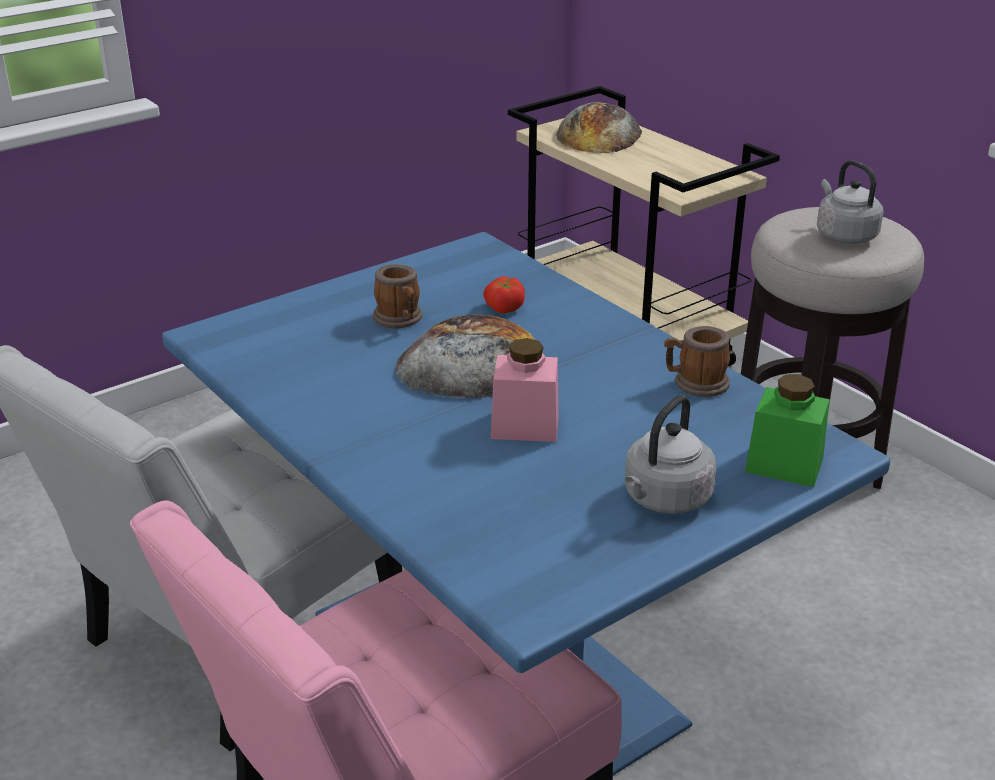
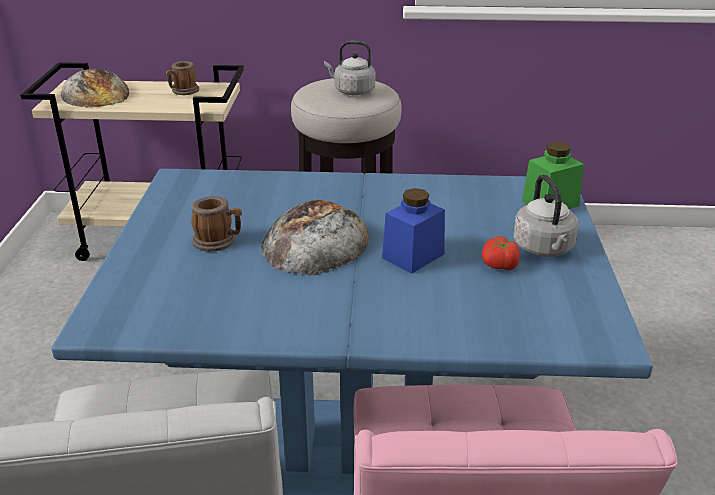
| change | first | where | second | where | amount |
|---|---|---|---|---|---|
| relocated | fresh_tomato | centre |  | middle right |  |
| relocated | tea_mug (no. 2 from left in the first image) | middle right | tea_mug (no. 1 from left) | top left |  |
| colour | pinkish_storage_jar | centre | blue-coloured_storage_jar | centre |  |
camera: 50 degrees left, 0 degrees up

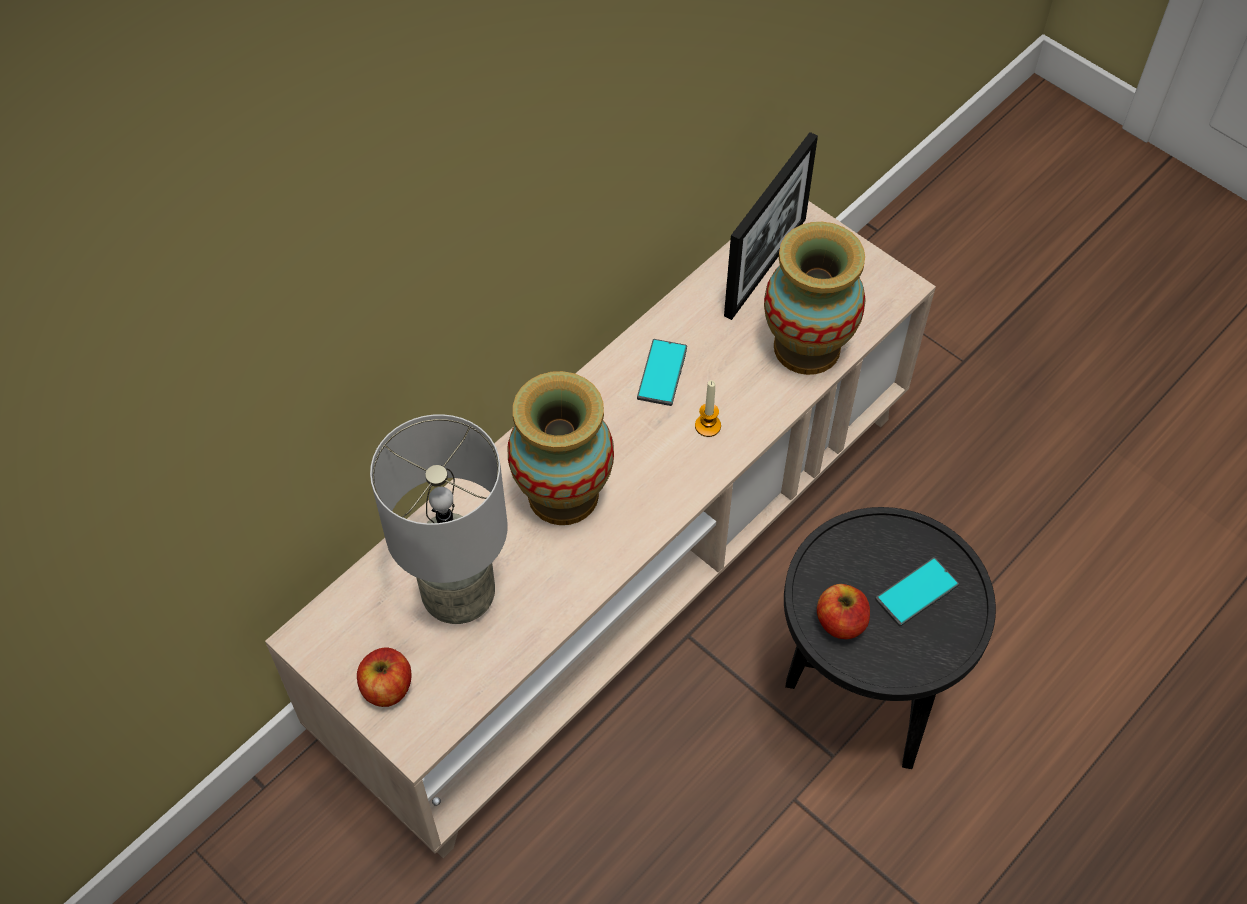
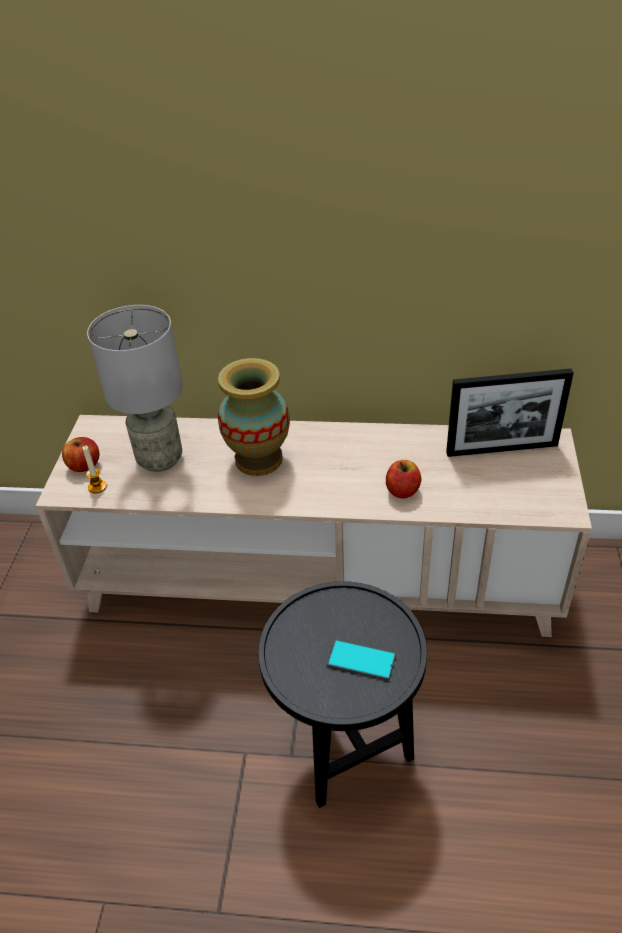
| change | first | where | second | where | amount |
|---|---|---|---|---|---|
| missing | telephone (no. 1 from left) | centre |  |  |  |
| missing | decorative_vase (no. 2 from left) | top centre |  |  |  |
| relocated | wax_light | centre |  | middle left |  |
| relocated | apple (no. 2 from left) | bottom right |  | centre |  |
camera: 55 degrees right, 15 degrees down

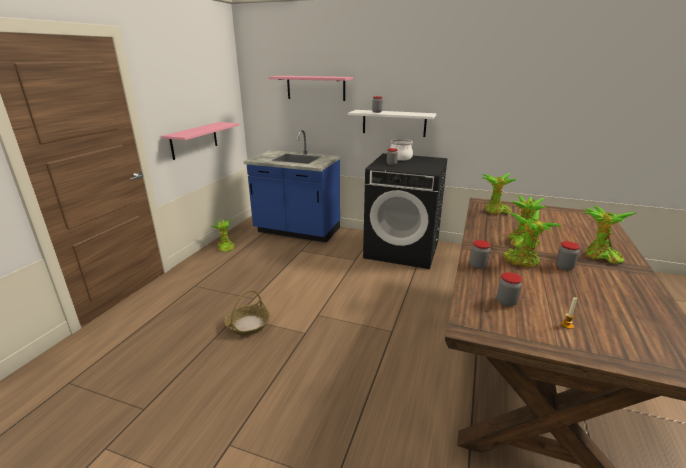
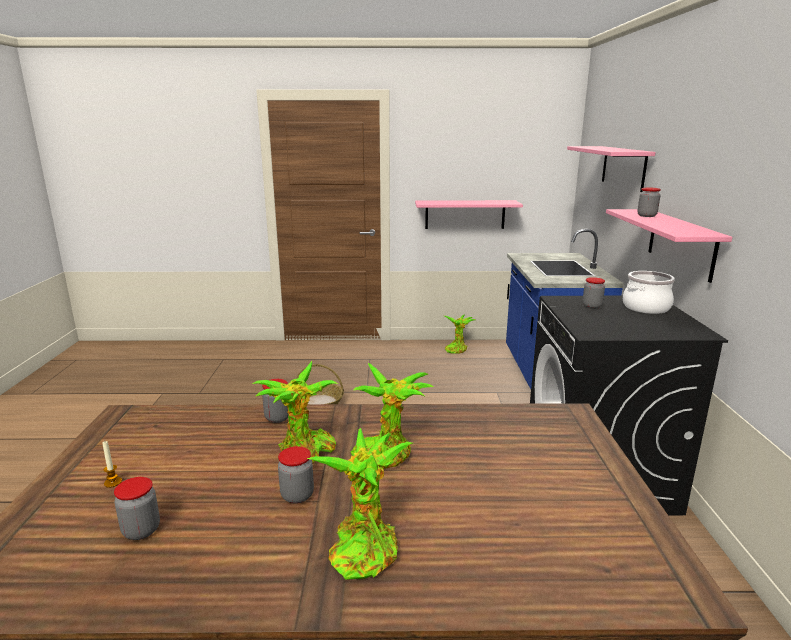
| change | first | where | second | where | amount |
|---|---|---|---|---|---|
| missing | potted_plant (no. 2 from left) | middle right |  |  |  |
| relocated | storage_jar (no. 4 from left in the first image) | middle right | storage_jar (no. 1 from left) | bottom left |  |
| colour | white-coloured_bracket_shelf | top centre | pinkish_bracket_shelf (no. 3 from left) | middle right |  |
camera: 70 degrees right, 5 degrees down

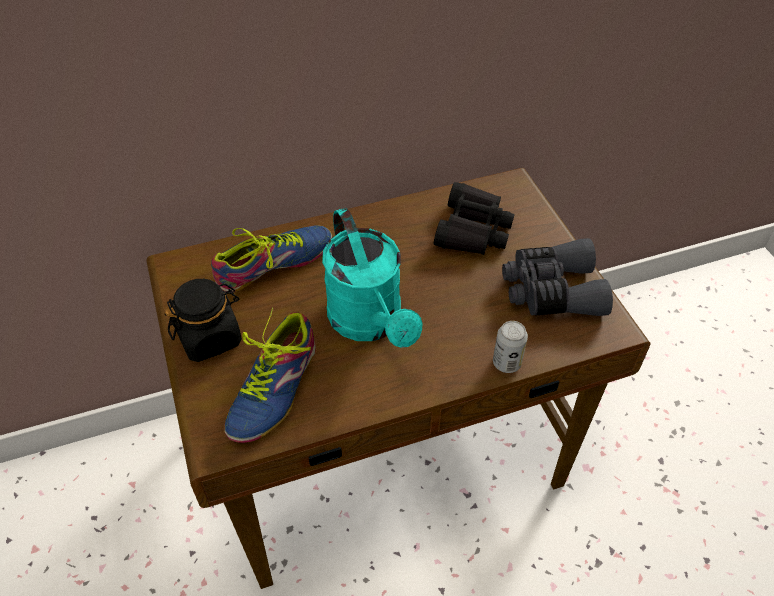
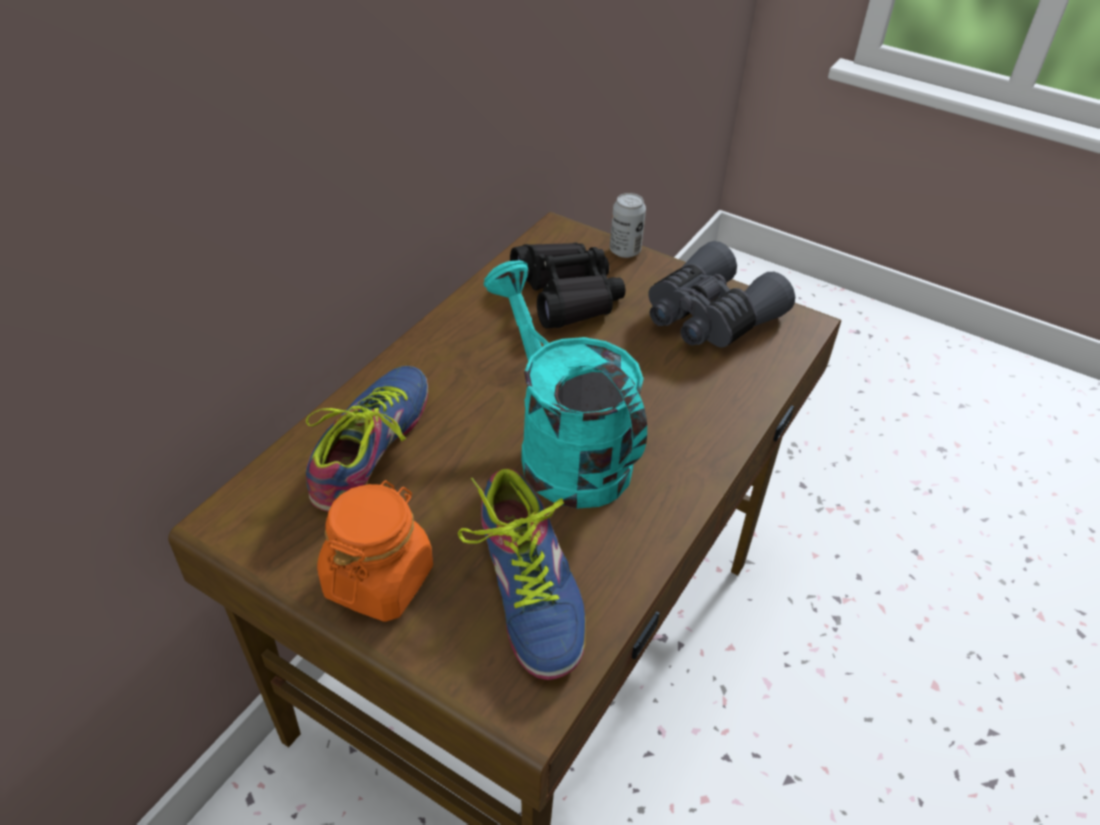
| change | first | where | second | where | amount |
|---|---|---|---|---|---|
| relocated | can | centre |  | top centre |  |
| colour | black_storage_jar | middle left | orange_storage_jar | bottom centre |  |
| spun | turquoise_watering_pot | centre |  | centre | 150 degrees counterclockwise |
camera: 40 degrees left, 5 degrees down

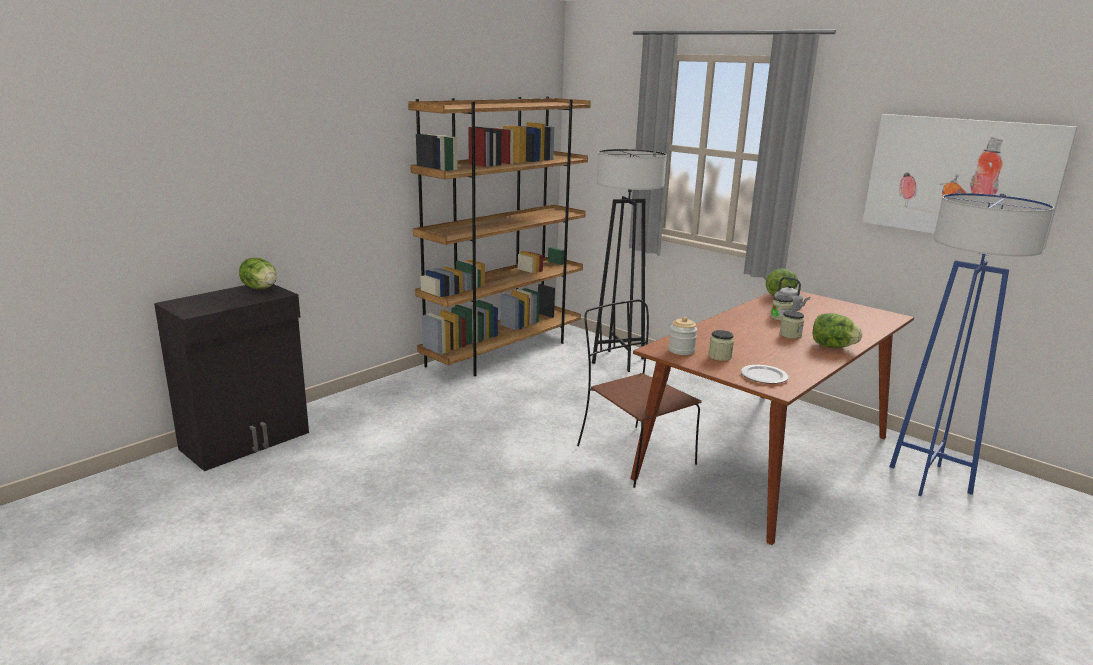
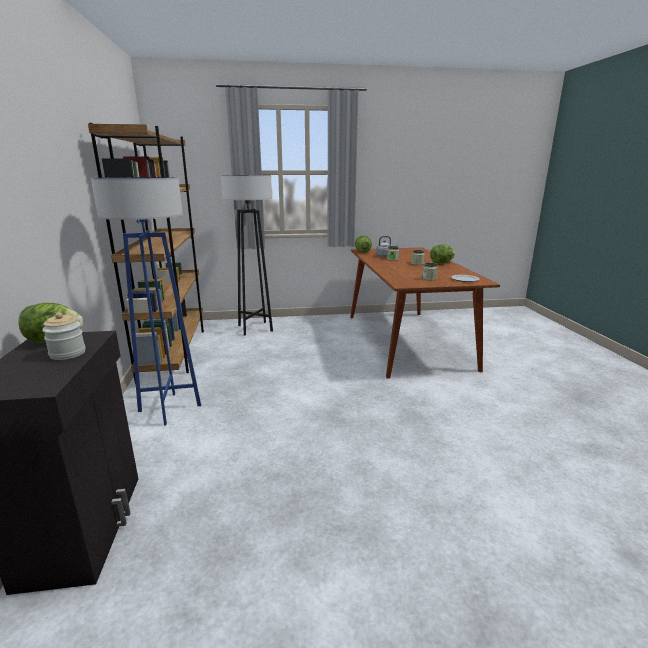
| change | first | where | second | where | amount |
|---|---|---|---|---|---|
| missing | brownish_upright_chair | centre |  |  |  |
| missing | picture | top right |  |  |  |
| relocated | storage_jar (no. 1 from left) | centre |  | middle left |  |
| relocated | blue-coloured_standing_lamp | middle right |  | middle left |  |
camera: 50 degrees left, 0 degrees up

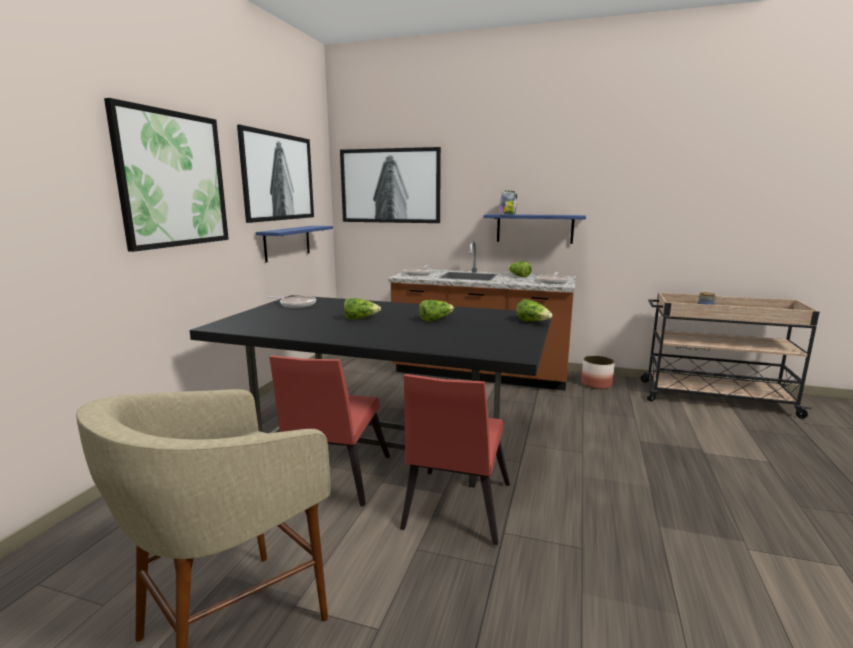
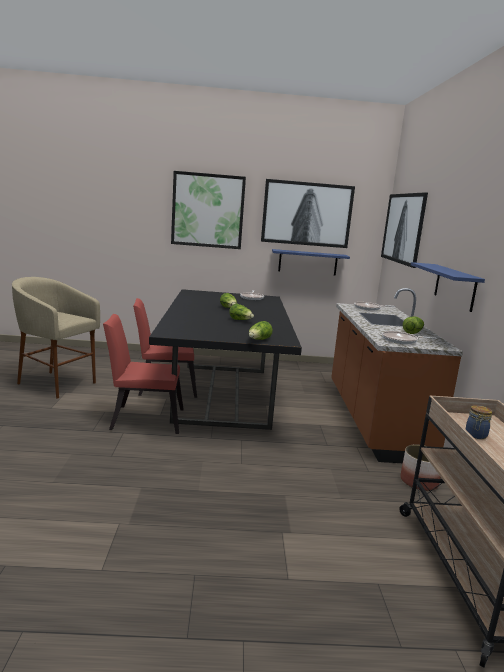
| change | first | where | second | where | amount |
|---|---|---|---|---|---|
| missing | storage_jar (no. 1 from left) | top centre |  |  |  |
camera: 70 degrees right, 0 degrees up

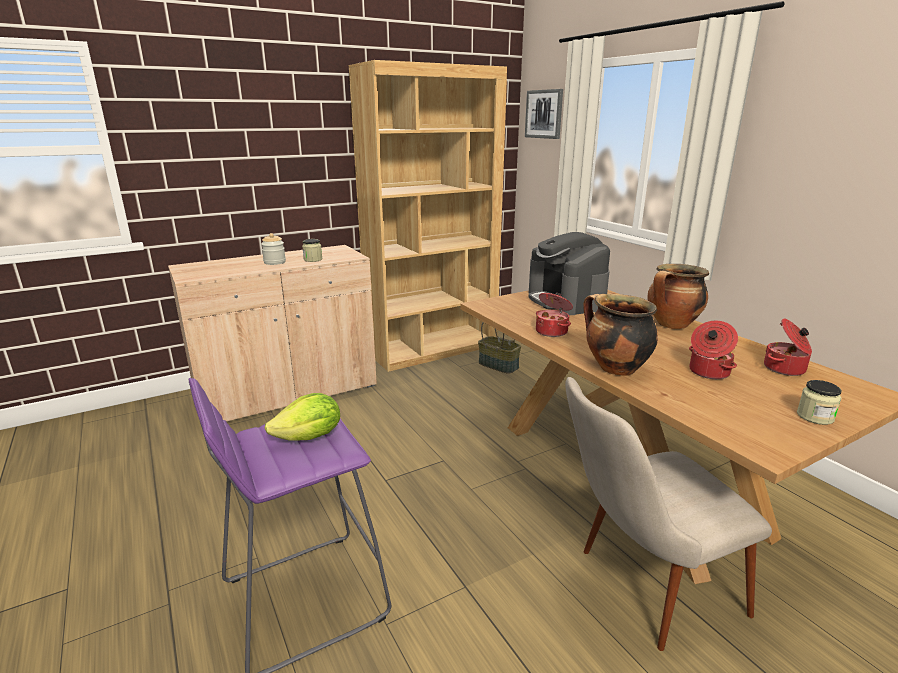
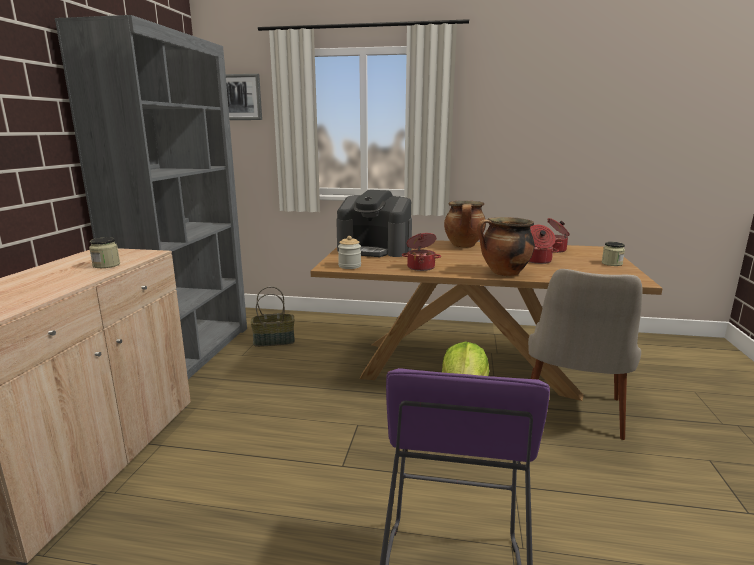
| change | first | where | second | where | amount |
|---|---|---|---|---|---|
| relocated | storage_jar (no. 1 from left in the first image) | middle left | storage_jar (no. 2 from left) | centre |  |
| colour | brownish_shelving_unit | top centre | gray_shelving_unit | middle left |  |
camera: 50 degrees left, 5 degrees down

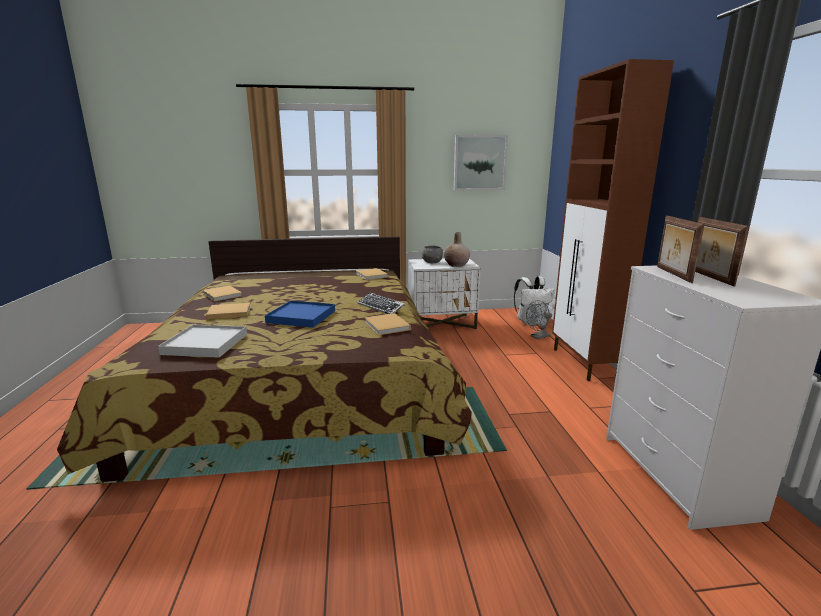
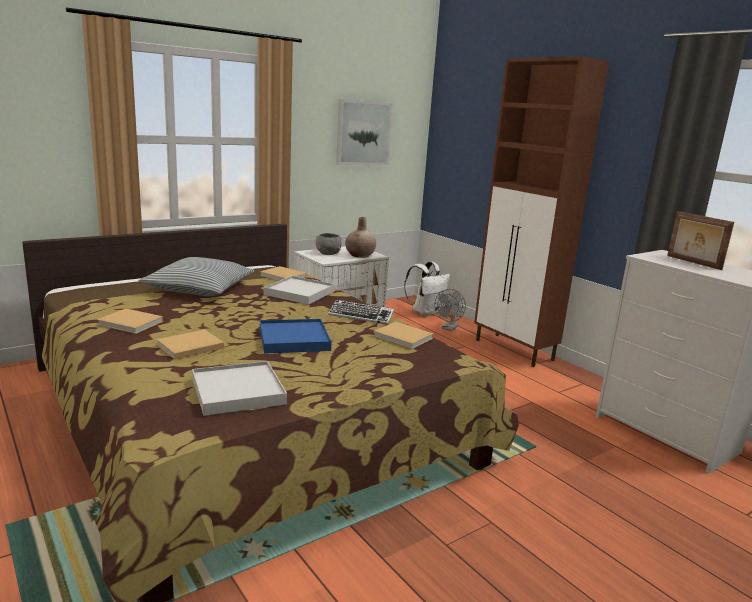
| change | first | where | second | where | amount |
|---|---|---|---|---|---|
| missing | picture_frame (no. 1 from left) | middle right |  |  |  |
| appeared |  |  | cushion | middle left |  |
| appeared |  |  | white-coloured_carrying_tray (no. 2 from left) | centre |  |
camera: 30 degrees left, 0 degrees up

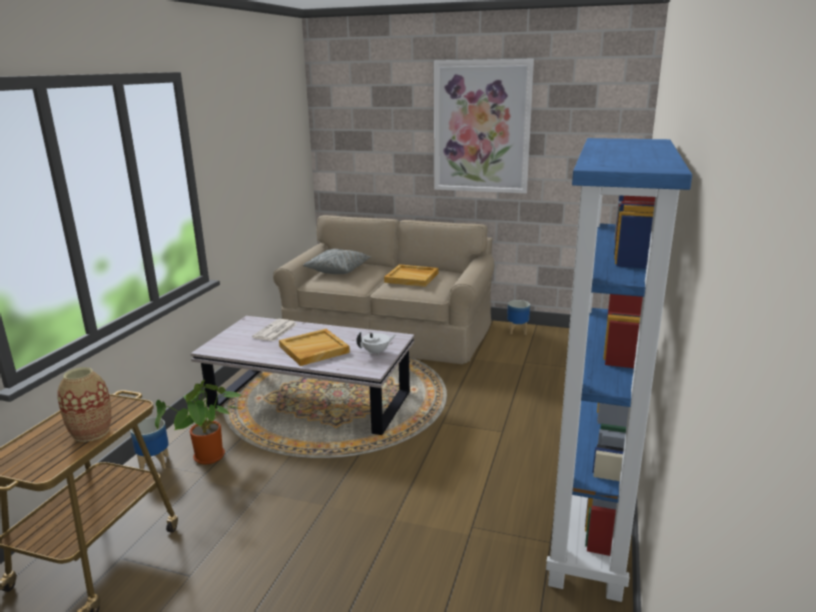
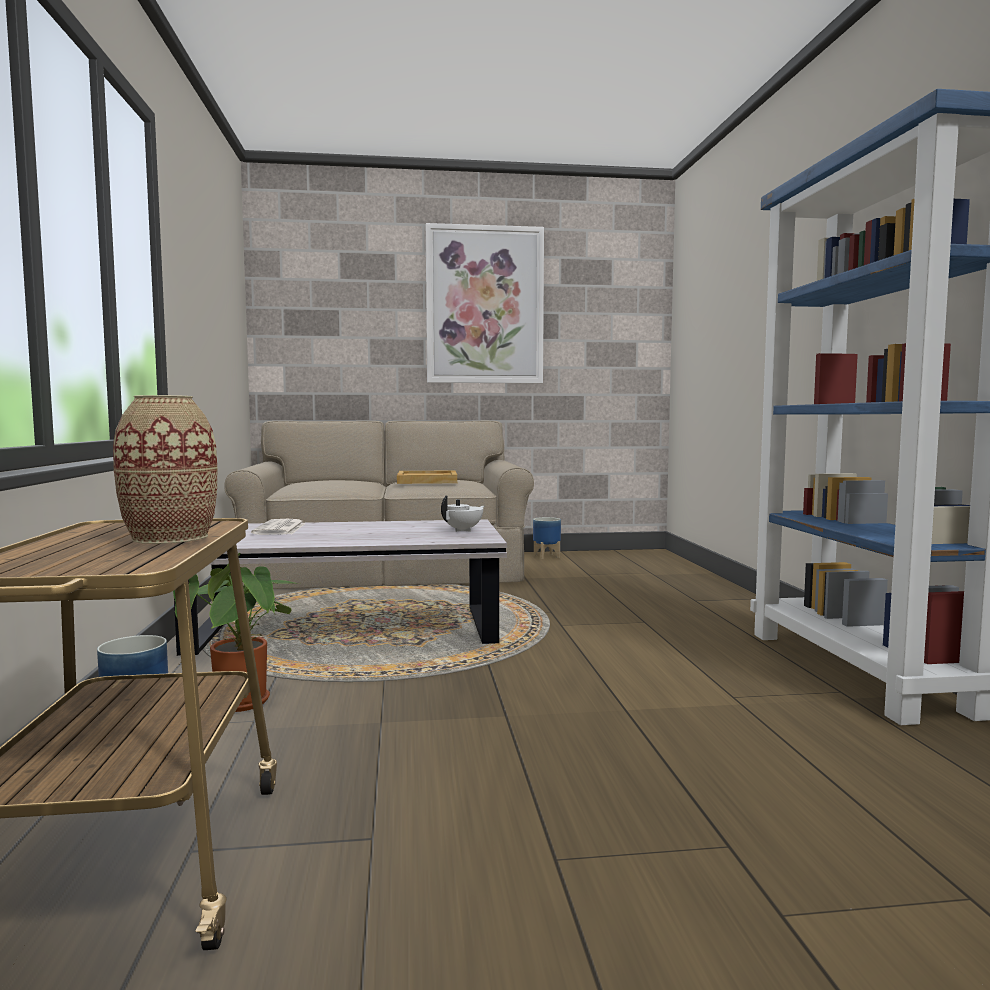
| change | first | where | second | where | amount |
|---|---|---|---|---|---|
| missing | sand-coloured_carrying_tray (no. 1 from left) | centre |  |  |  |
| missing | gray_cushion | centre |  |  |  |
camera: 25 degrees left, 15 degrees down

